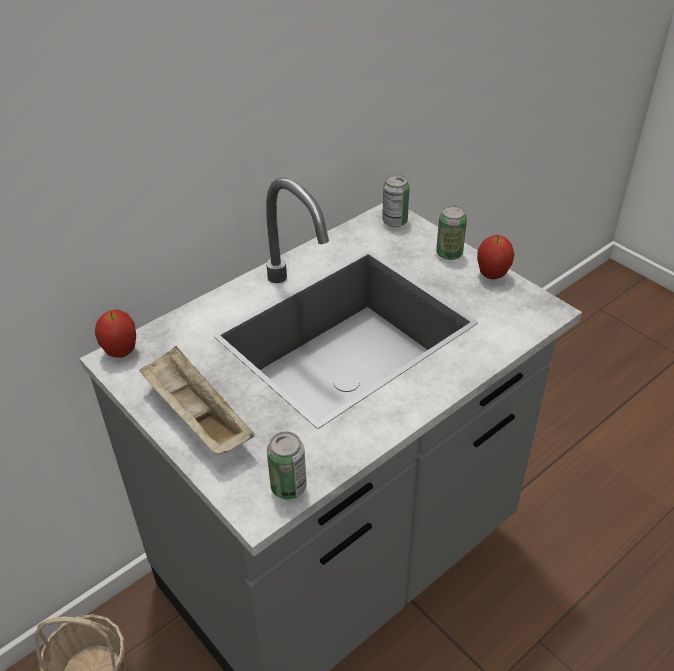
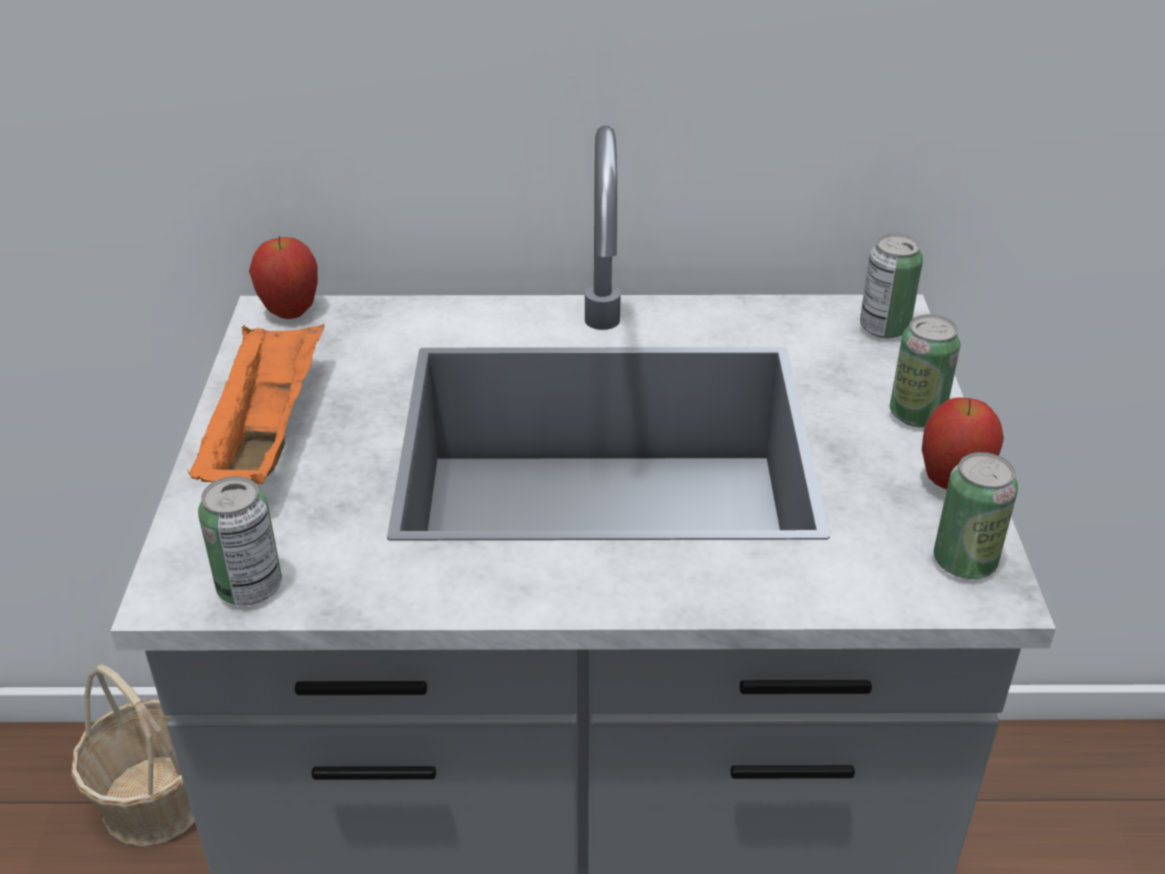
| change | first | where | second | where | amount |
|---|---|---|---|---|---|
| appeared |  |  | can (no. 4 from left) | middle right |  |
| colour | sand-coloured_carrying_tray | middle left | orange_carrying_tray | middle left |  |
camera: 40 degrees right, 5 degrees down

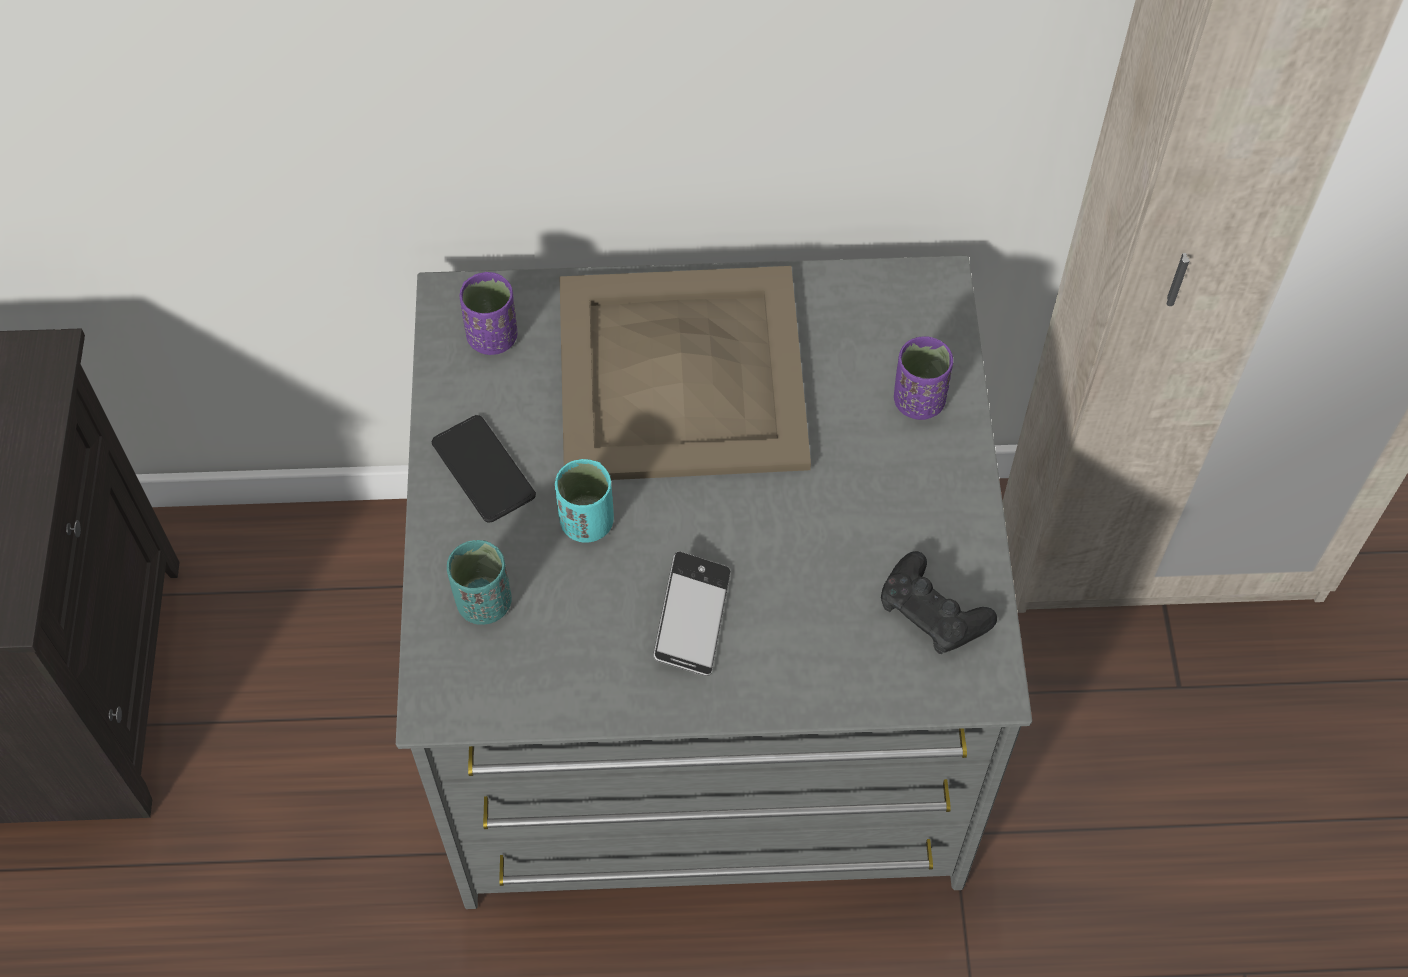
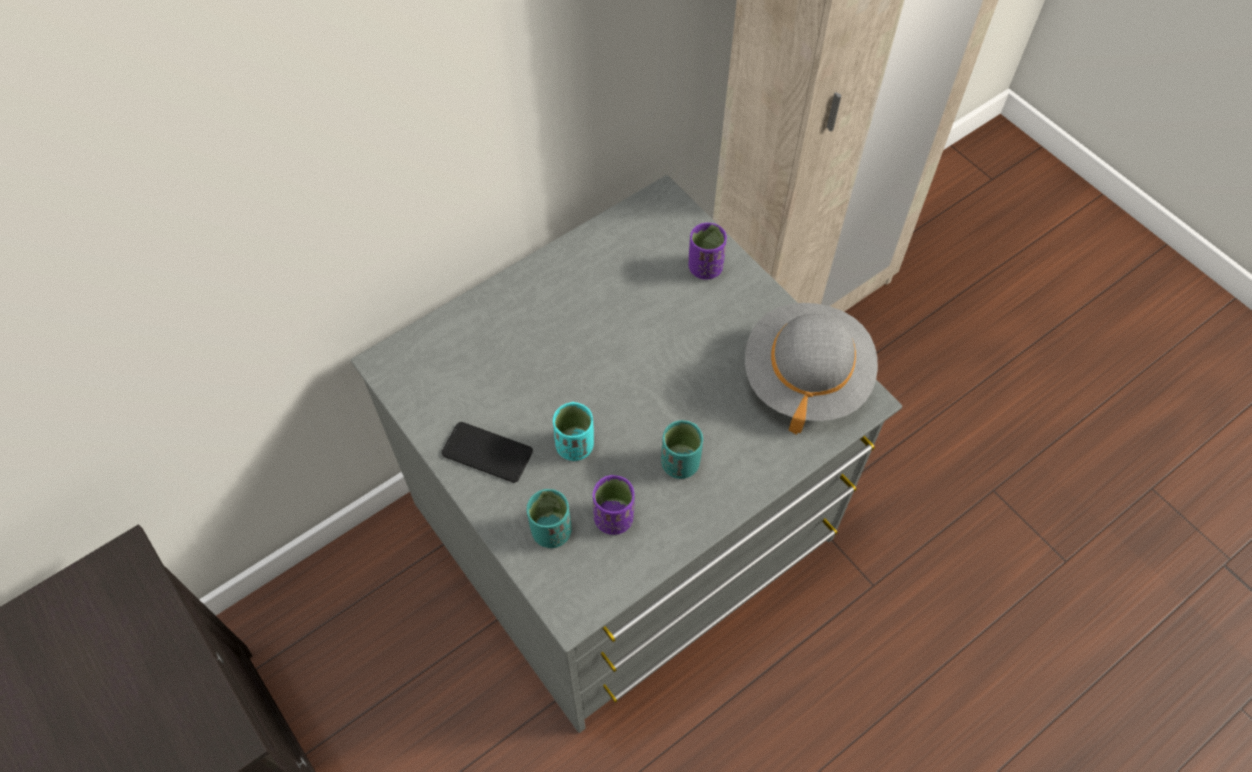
| change | first | where | second | where | amount |
|---|---|---|---|---|---|
| missing | sand-coloured_carrying_tray | centre |  |  |  |
| relocated | purple-coloured_drinking_cup (no. 1 from left) | top centre |  | centre |  |
| exchanged | telephone (no. 2 from left) | centre | turquoise_drinking_cup (no. 3 from left) | centre |  |
| exchanged | black_joypad | middle right | gray_wearable_hat | centre |  |
camera: 35 degrees left, 0 degrees up

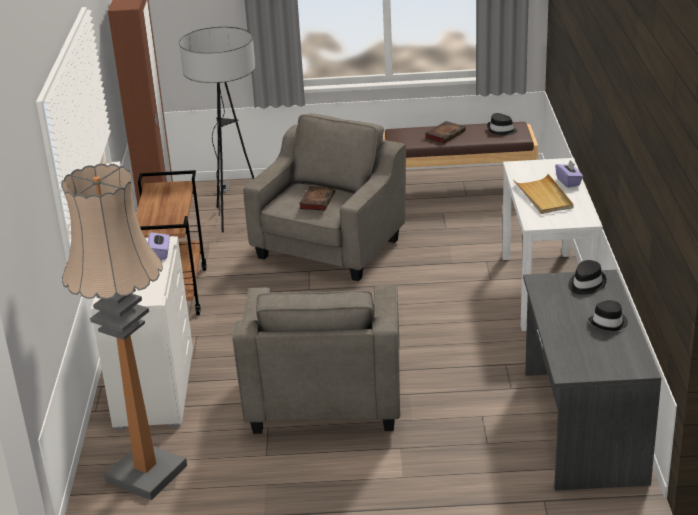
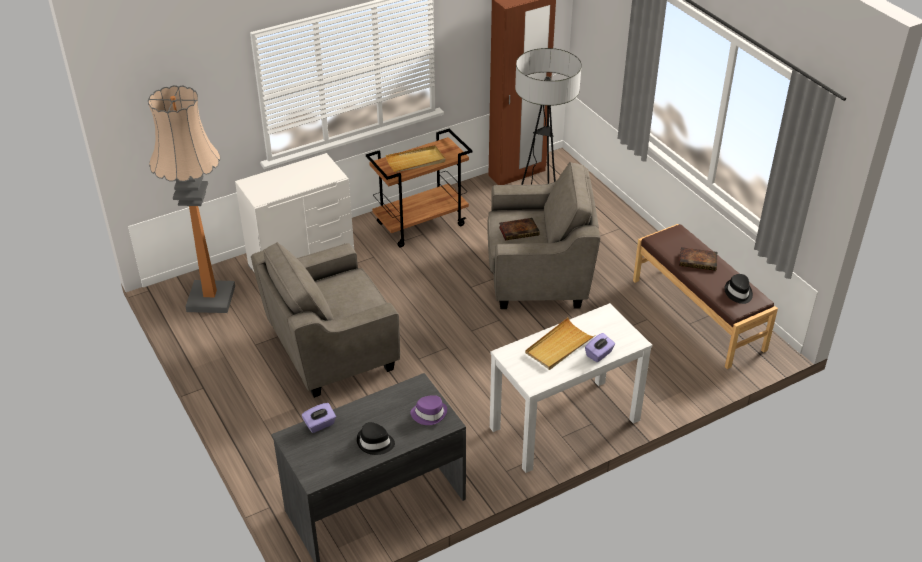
| change | first | where | second | where | amount |
|---|---|---|---|---|---|
| appeared |  |  | sand-coloured_carrying_tray (no. 1 from left) | top centre |  |
| relocated | purple-coloured_box_of_tissues (no. 1 from left) | middle left |  | bottom centre |  |
| colour | black_wearable_hat (no. 2 from left) | middle right | purple-coloured_wearable_hat | bottom centre |  |
camera: 60 degrees right, 10 degrees up

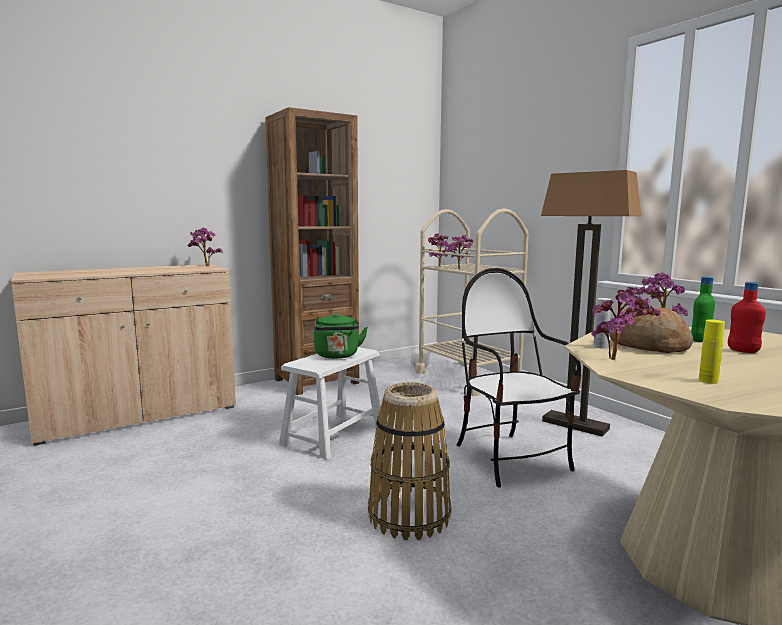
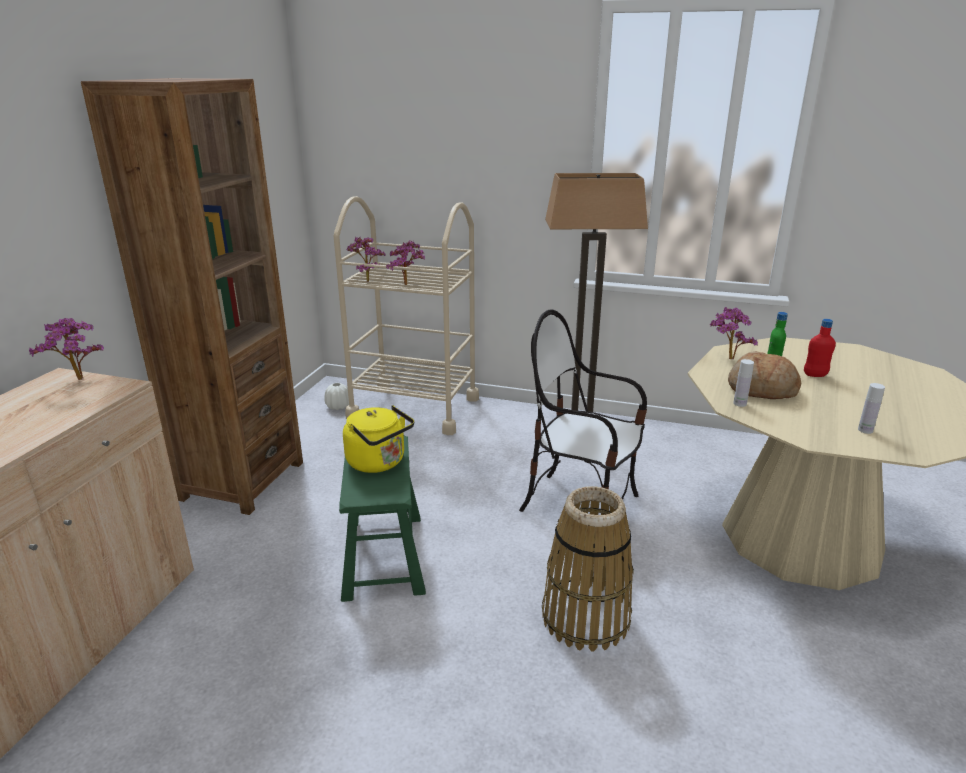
| change | first | where | second | where | amount |
|---|---|---|---|---|---|
| missing | potted_plant (no. 4 from left) | middle right |  |  |  |
| colour | white-coloured_stool | centre | green-coloured_stool | bottom centre |  |
| colour | green-coloured_kettle | centre | yellow-coloured_kettle | centre |  |
| colour | yellow-coloured_bottle | middle right | white-coloured_bottle (no. 2 from left) | middle right |  |
camera: 40 degrees left, 15 degrees up

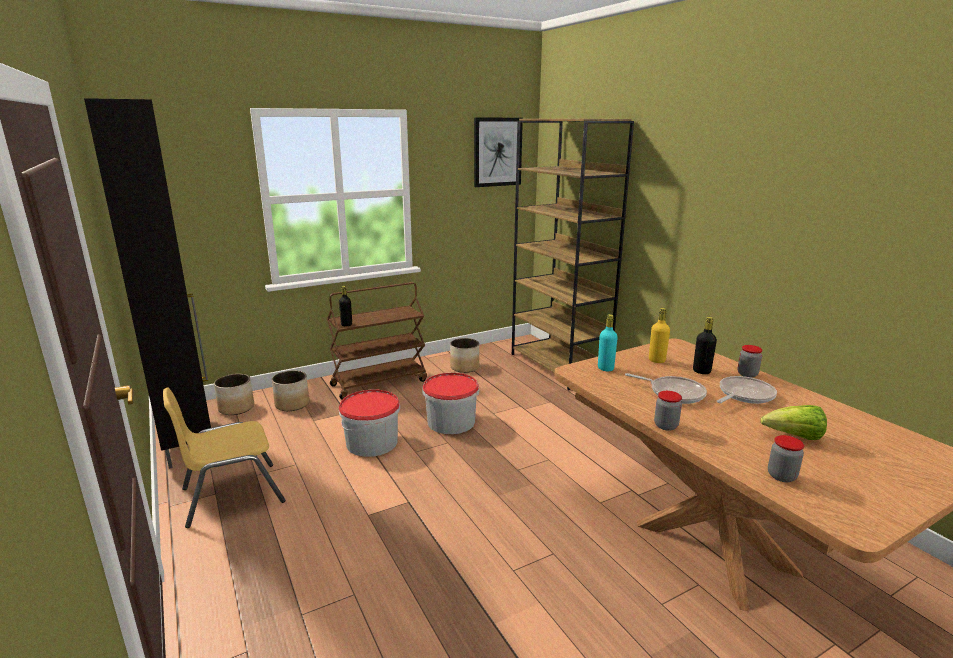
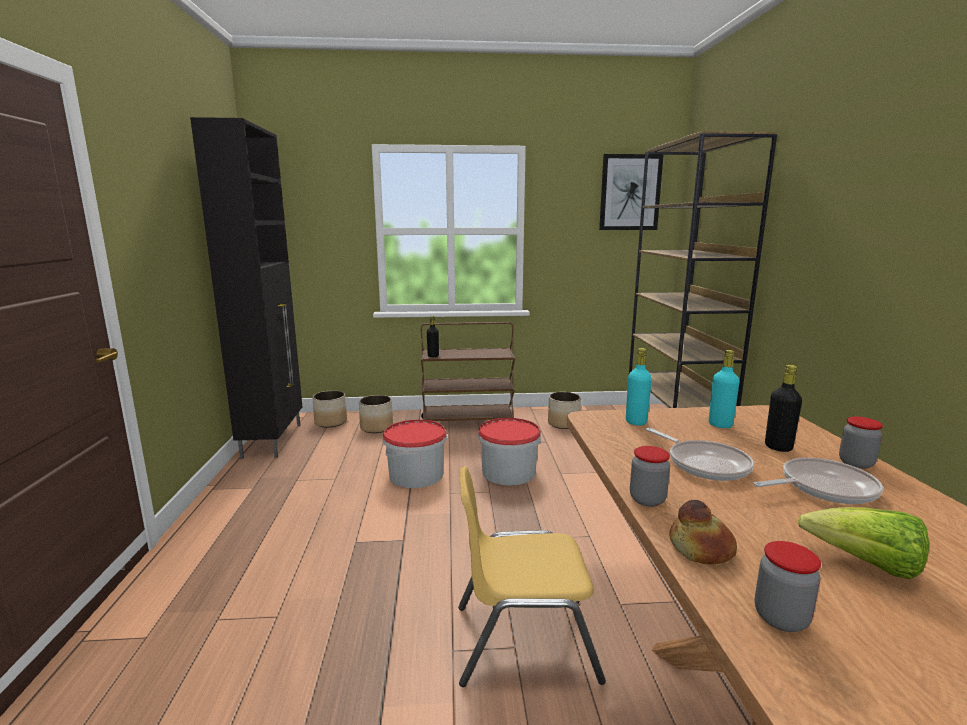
| change | first | where | second | where | amount |
|---|---|---|---|---|---|
| appeared |  |  | bread | bottom right |  |
| relocated | yellow-coloured_upright_chair | bottom left |  | bottom centre |  |
| colour | yellow-coloured_bottle | middle right | turquoise_bottle (no. 2 from left) | middle right |  |
camera: 25 degrees right, 5 degrees down

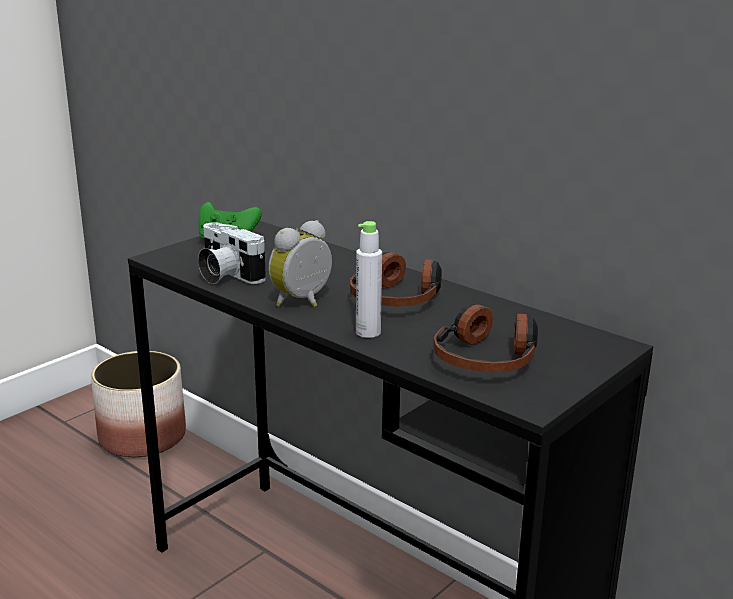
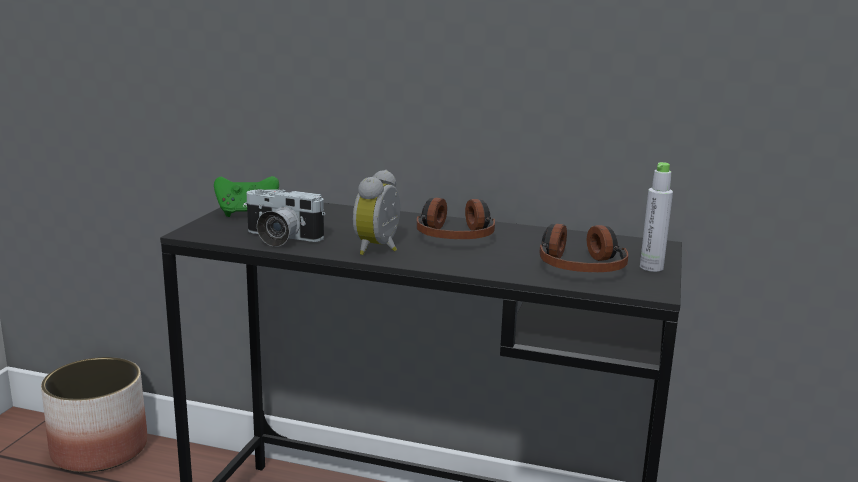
| change | first | where | second | where | amount |
|---|---|---|---|---|---|
| relocated | gray_bottle | centre |  | middle right |  |
camera: 25 degrees left, 5 degrees down

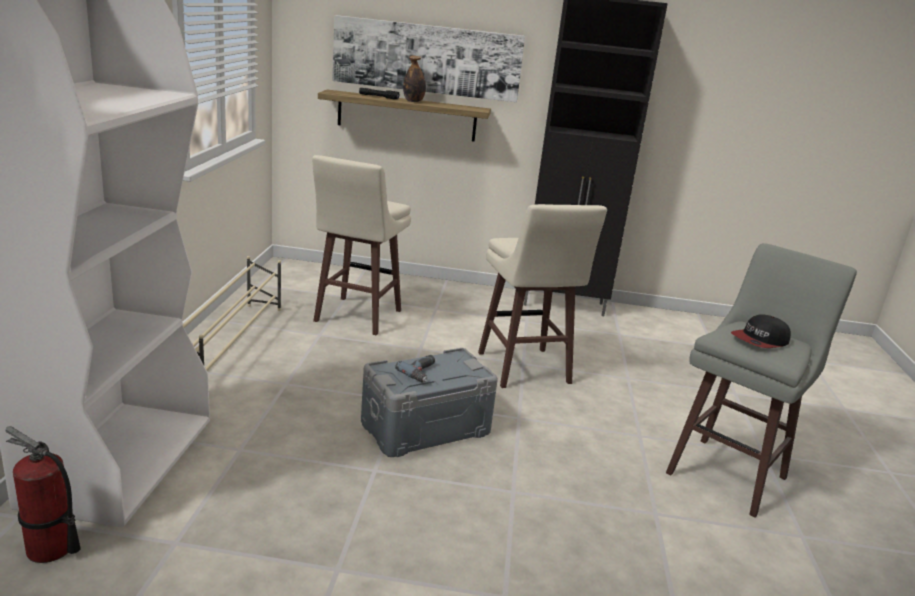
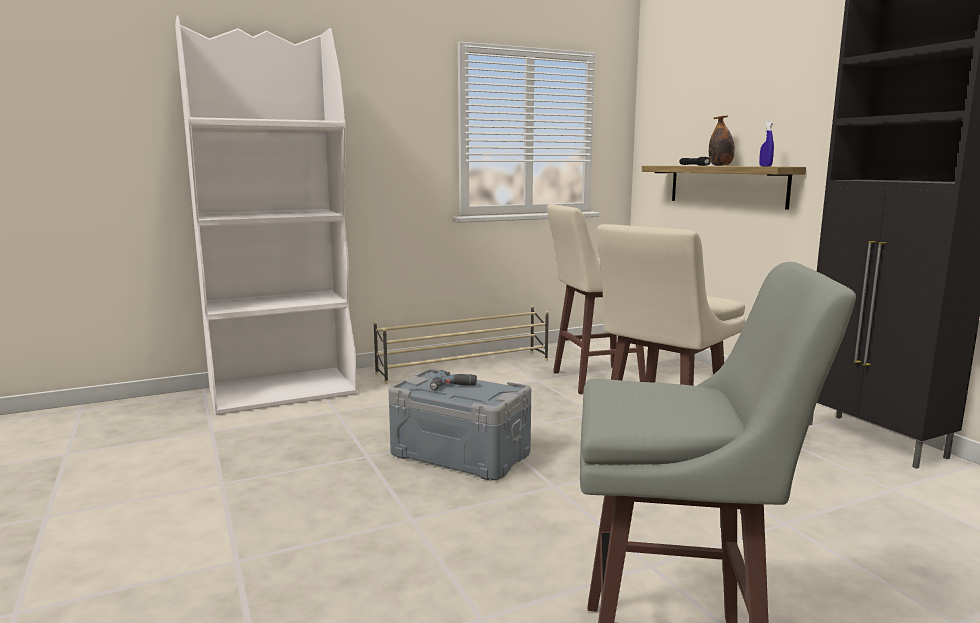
| change | first | where | second | where | amount |
|---|---|---|---|---|---|
| missing | fire_extinguisher | bottom left |  |  |  |
| missing | picture | top centre |  |  |  |
| missing | baseball_cap | middle right |  |  |  |
| appeared |  |  | blue-coloured_spray_bottle | top right |  |
camera: 60 degrees right, 10 degrees down

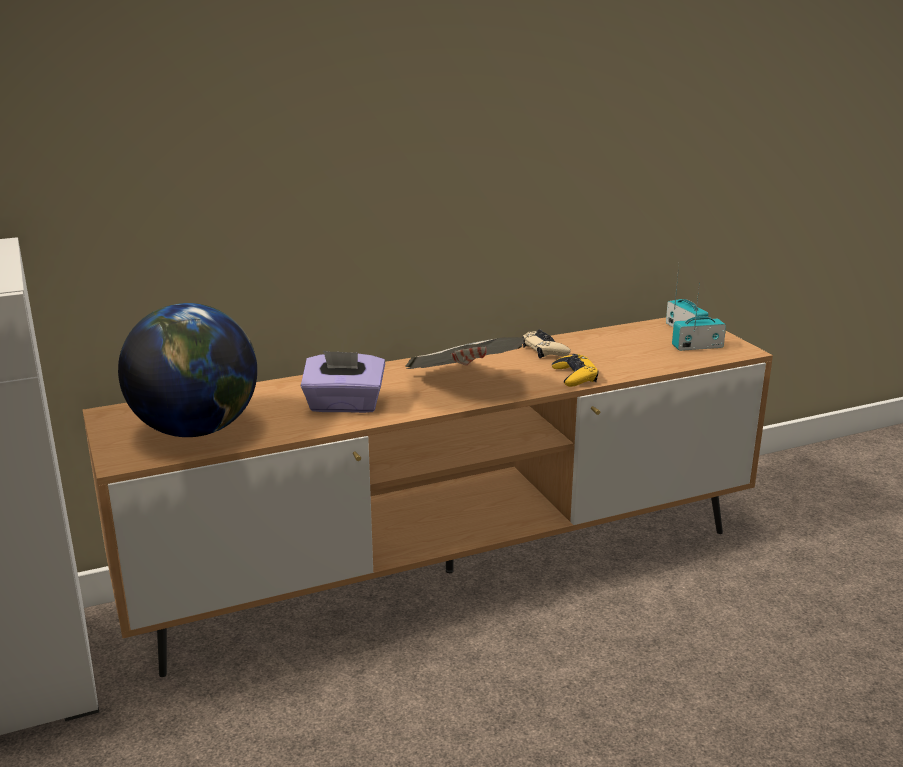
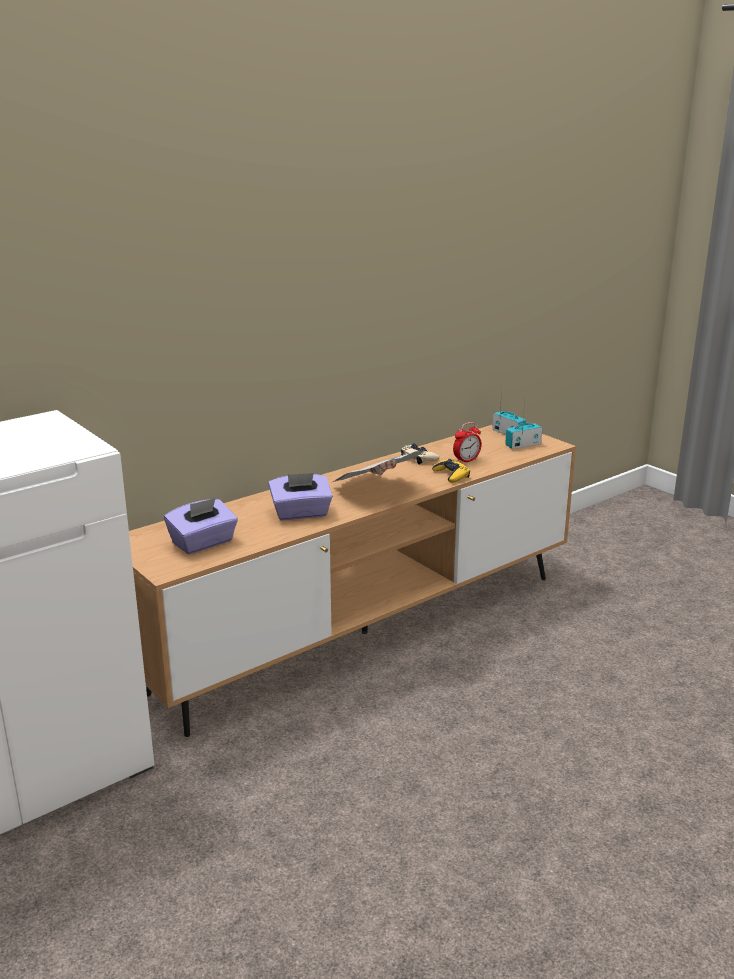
| change | first | where | second | where | amount |
|---|---|---|---|---|---|
| appeared |  |  | table_clock | centre |  |
| exchanged | world_globe | middle left | purple-coloured_box_of_tissues (no. 1 from left) | middle left |  |
camera: 15 degrees left, 0 degrees up

